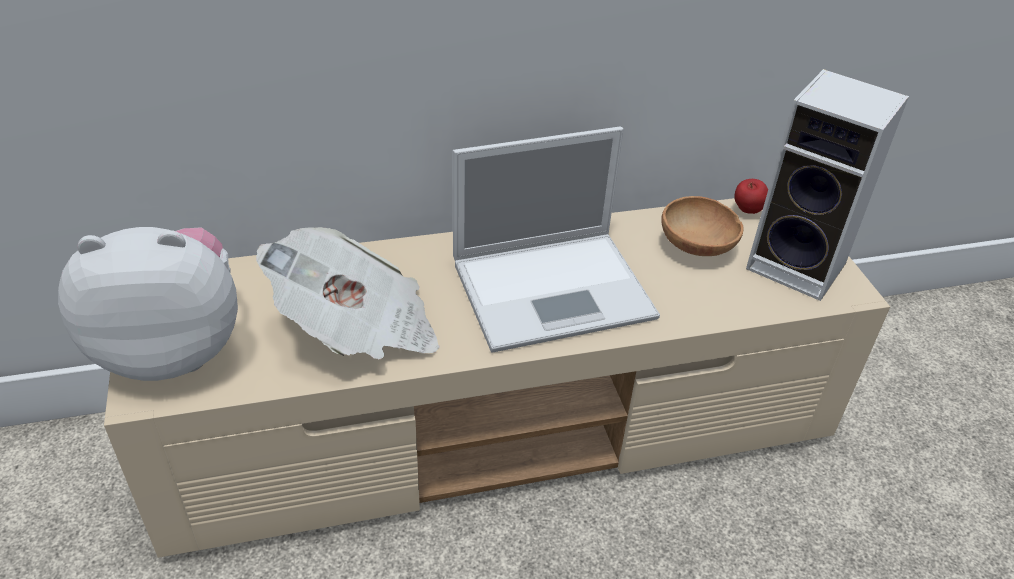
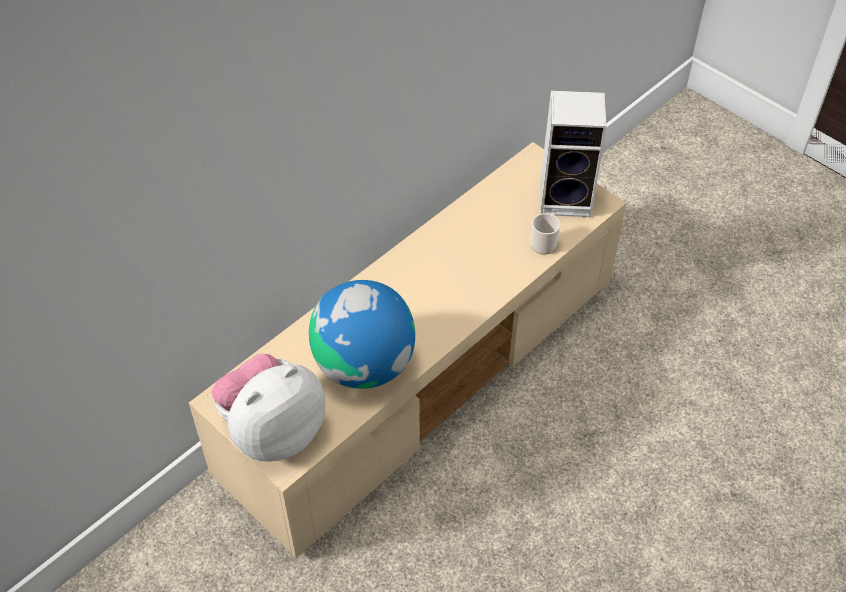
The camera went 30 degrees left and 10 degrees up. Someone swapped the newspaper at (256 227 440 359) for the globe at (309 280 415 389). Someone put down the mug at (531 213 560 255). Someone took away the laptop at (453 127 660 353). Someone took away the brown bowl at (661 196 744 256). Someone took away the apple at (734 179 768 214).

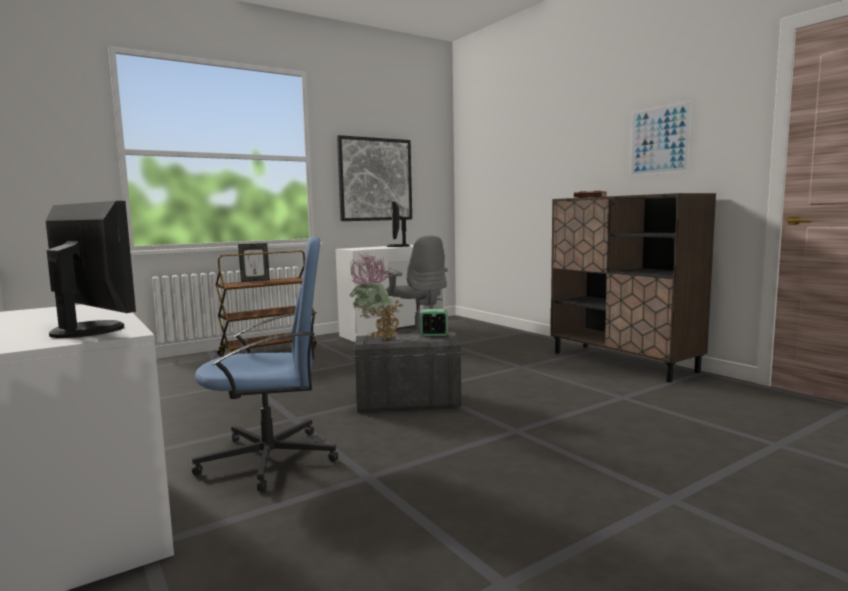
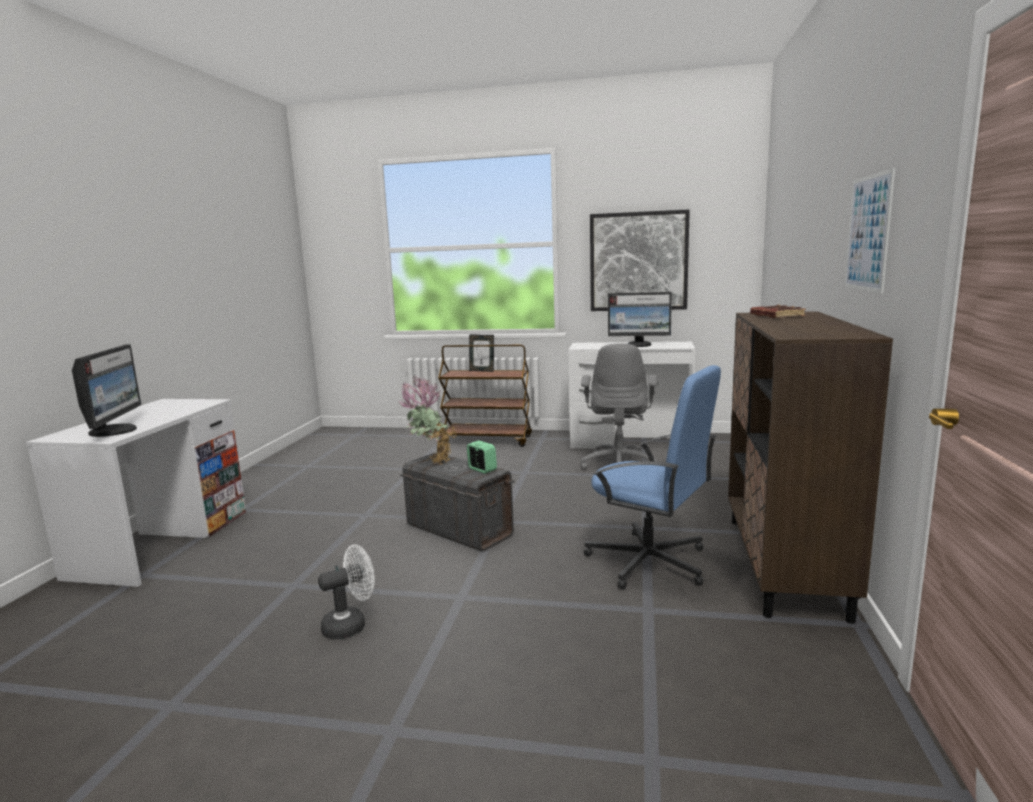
The camera went 45 degrees right and 5 degrees up. Someone put down the white fan at (318 544 375 639). Someone carried the blue office chair from (192 237 338 491) to (583 365 721 590). Someone rotated the monitor at (387 202 410 247) by 120 degrees counterclockwise.

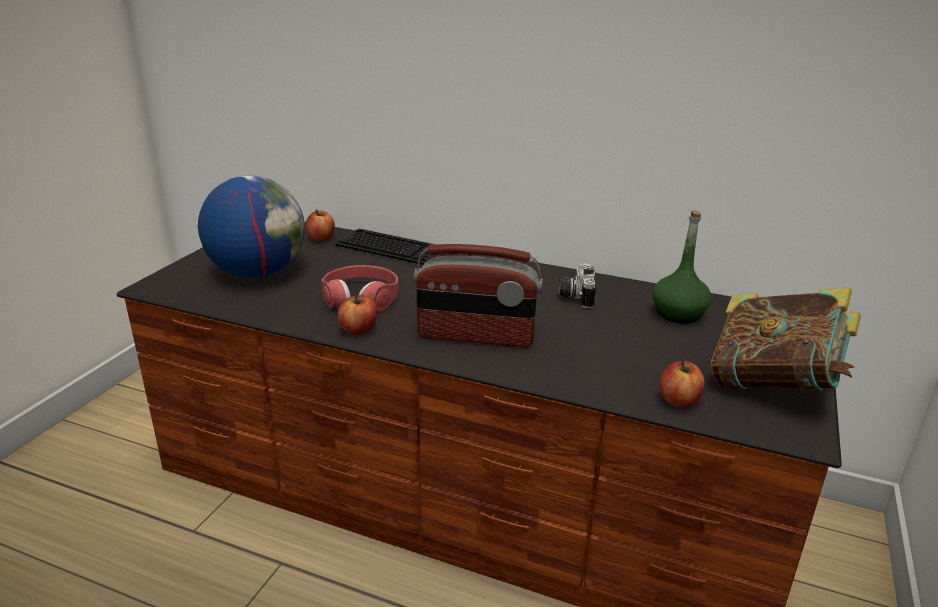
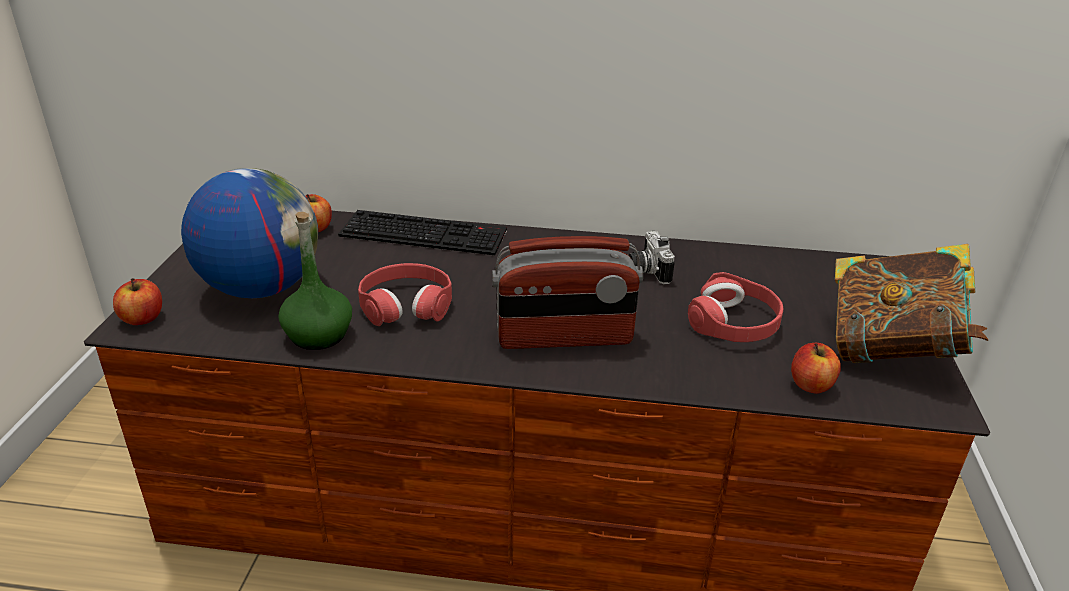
The camera went 15 degrees left and 5 degrees up. Someone carried the apple from (338 294 377 334) to (113 278 162 325). Someone carried the green bottle from (652 210 712 323) to (278 212 352 350). Someone put down the red headphones at (688 272 783 342).

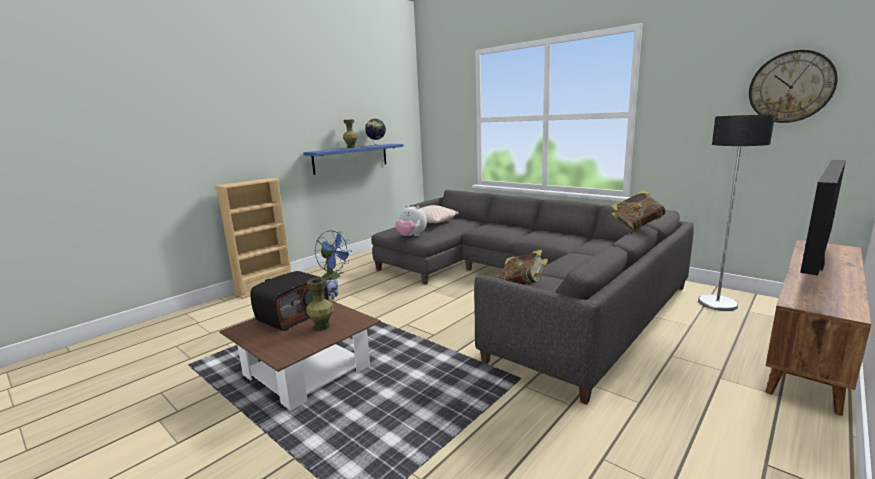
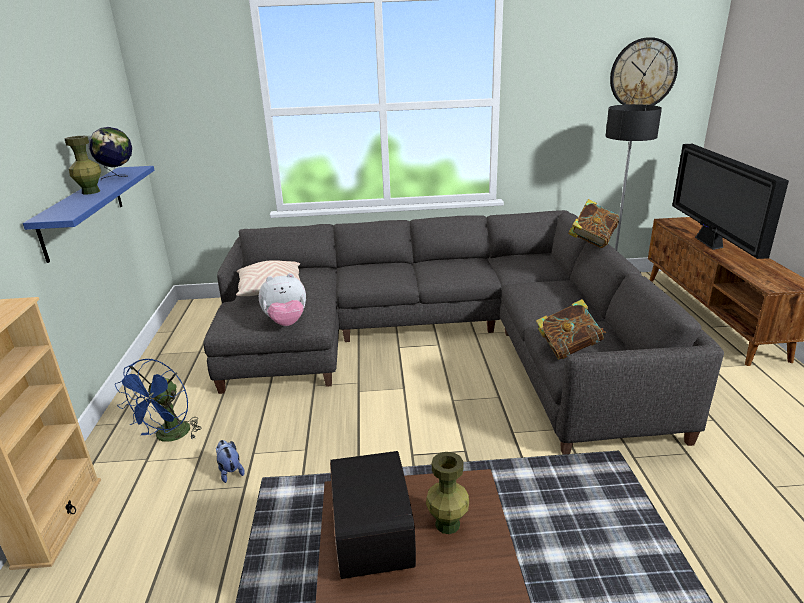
The camera went 45 degrees left and 10 degrees up. Someone rotated the blue fan at (315 231 352 280) by 120 degrees clockwise.

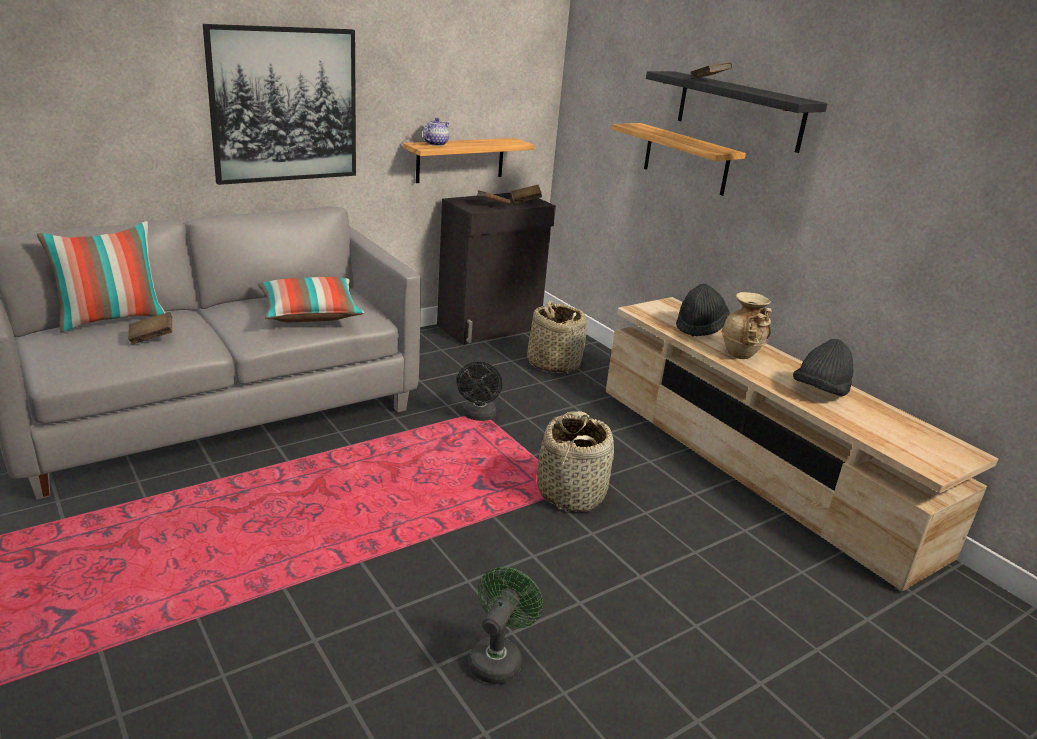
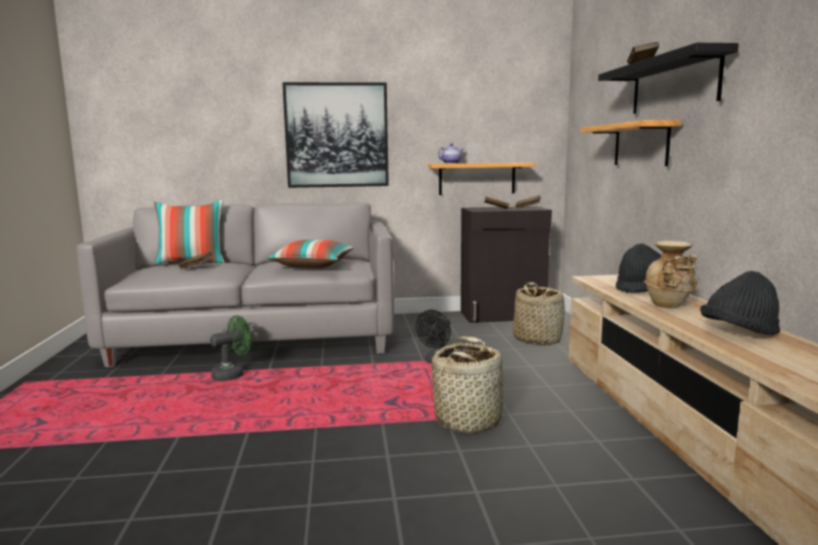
The camera went 30 degrees right and 15 degrees down. Someone carried the green fan from (469 567 543 684) to (210 316 252 381).

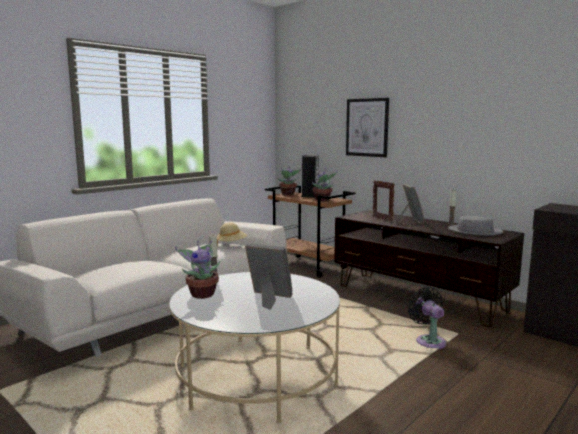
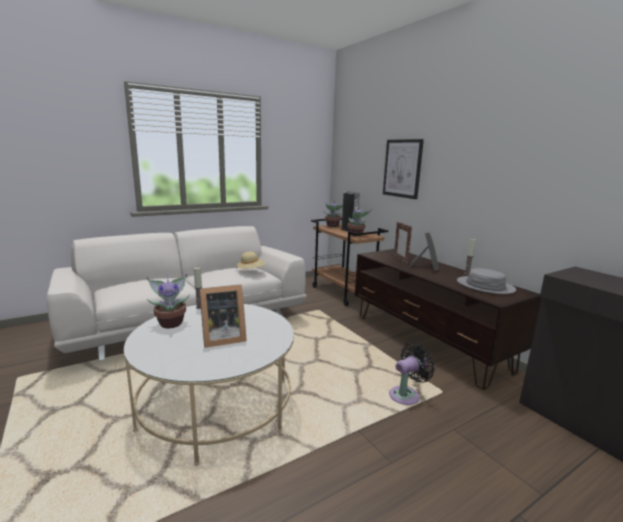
The camera went 15 degrees right and 5 degrees up. Someone rotated the picture frame at (245 243 292 310) by 120 degrees clockwise. Someone rotated the black fan at (408 287 446 349) by 60 degrees clockwise.

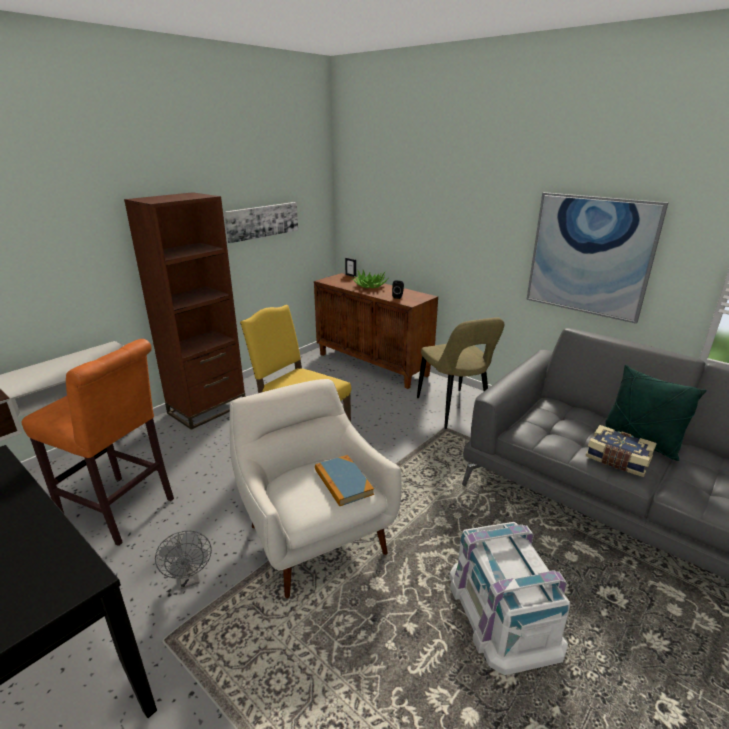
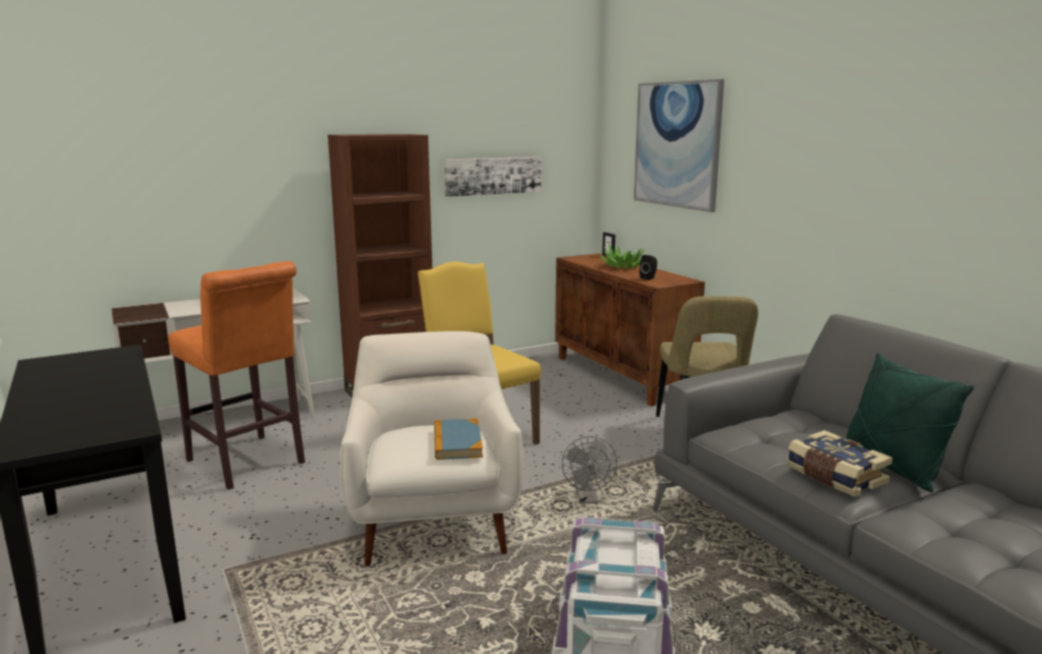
The camera went 20 degrees right and 10 degrees down. Someone carried the grey fan from (155 531 212 589) to (562 436 617 504). Someone carried the picture from (526 192 669 324) to (634 79 724 212).

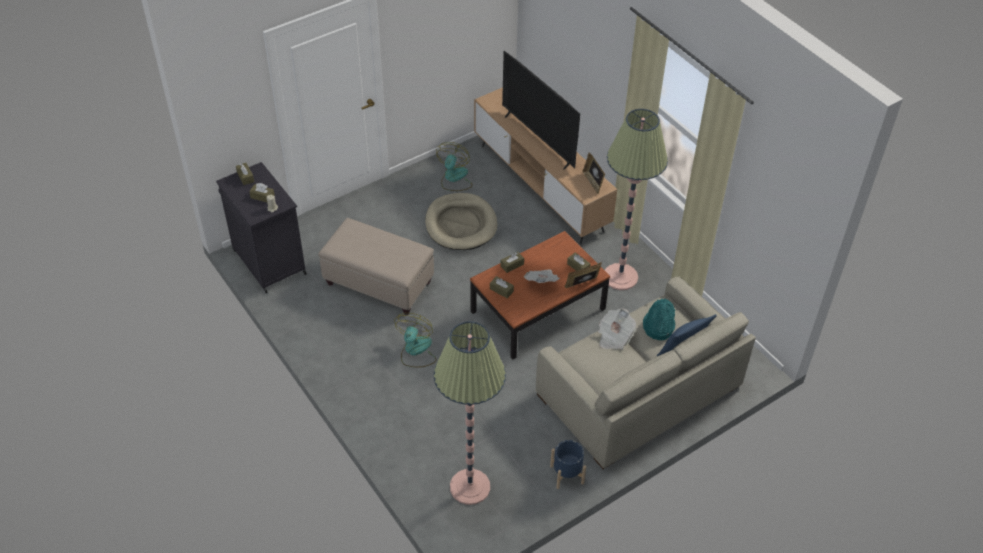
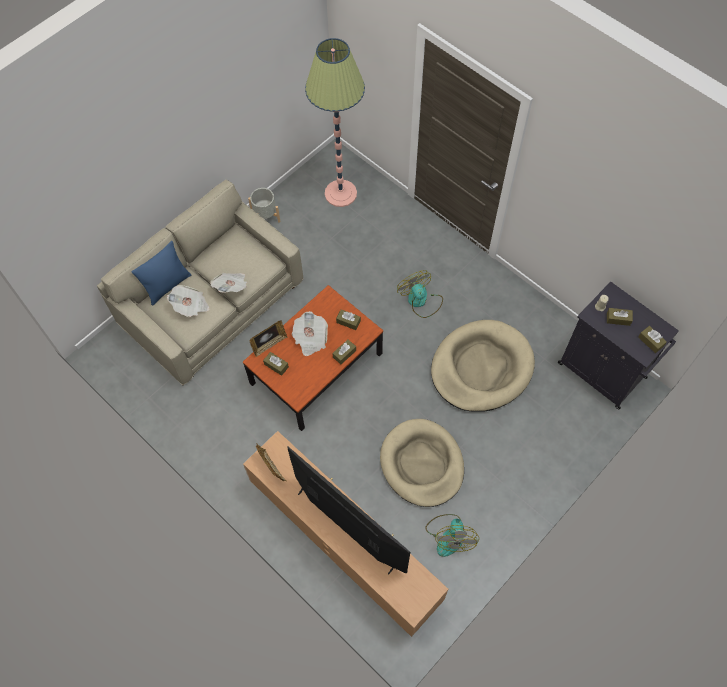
The camera went 170 degrees right and 15 degrees up. Someone swapped the turquoise hat at (643 299 675 341) for the newspaper at (167 285 210 317). Someone repainted the blue planter at (550 440 586 489), which became the grey planter at (248 188 281 223). Someone rotated the fan at (394 313 437 368) by 150 degrees clockwise. Someone swapped the beige ottoman at (318 218 434 315) for the beige dog bed at (431 320 535 412). Someone took away the floor lamp at (605 109 668 290).

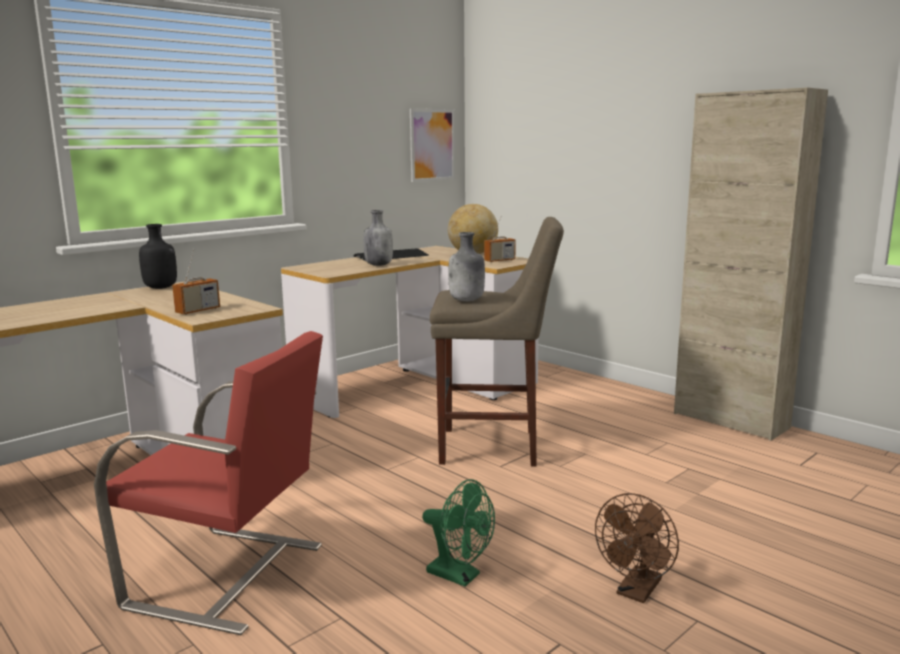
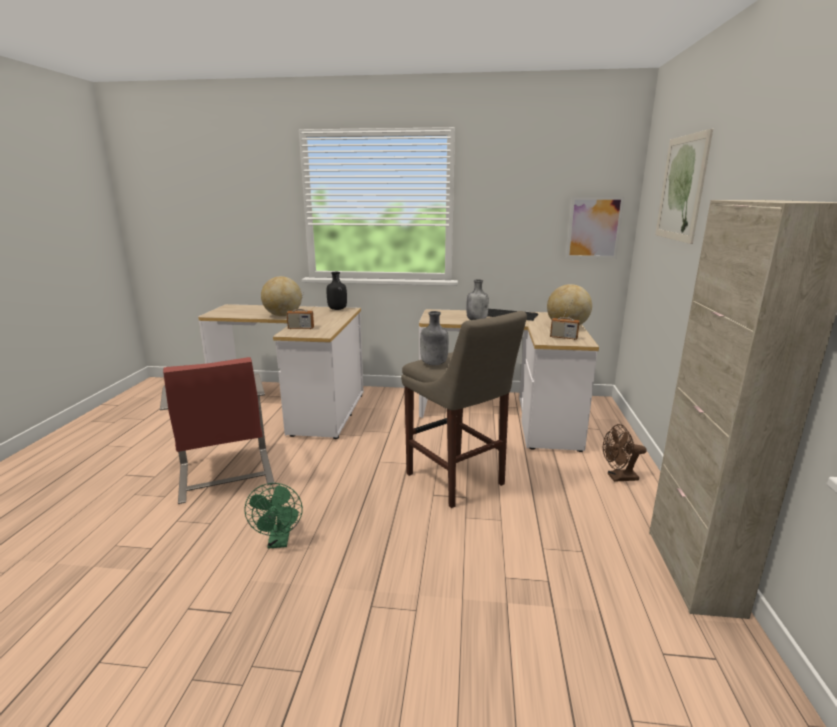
The camera went 50 degrees right and 5 degrees up. Someone put down the globe at (261 276 302 316). Someone carried the brown fan from (595 493 679 603) to (603 424 646 482). Someone put up the picture at (655 129 713 244).

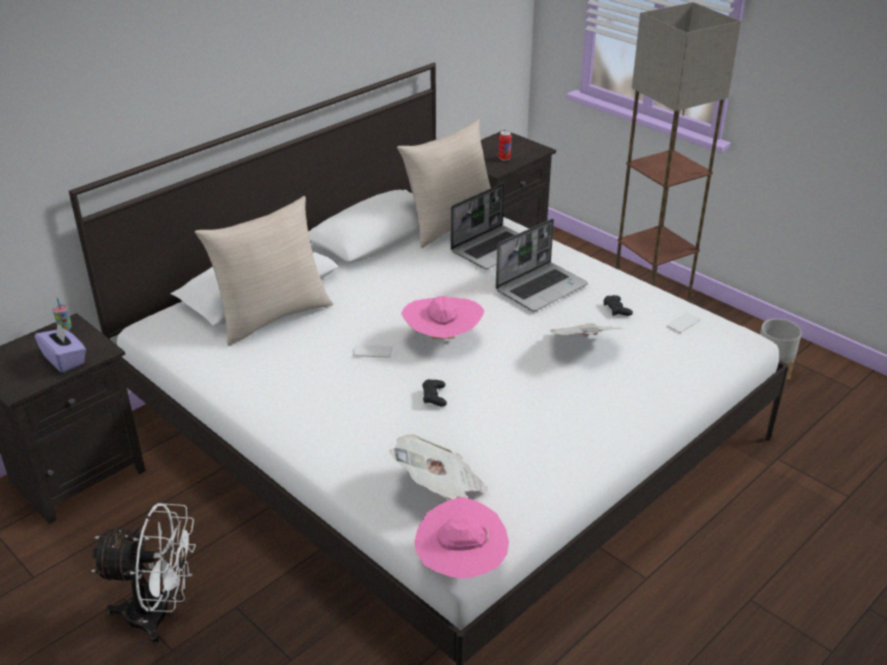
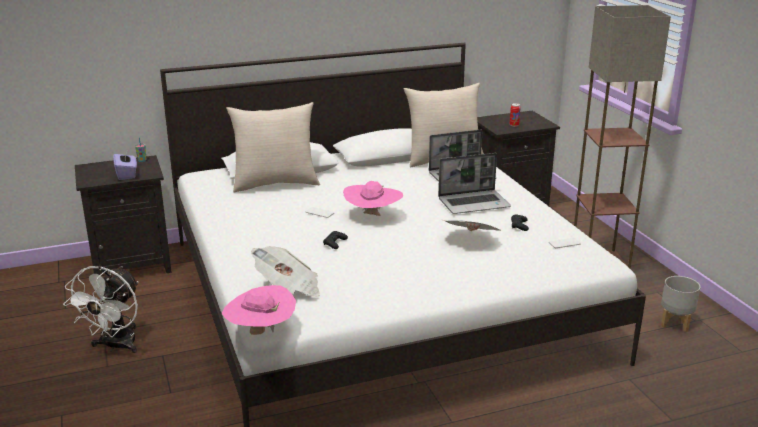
The camera went 25 degrees right and 10 degrees down. Someone rotated the white fan at (91 503 196 644) by 75 degrees clockwise.

